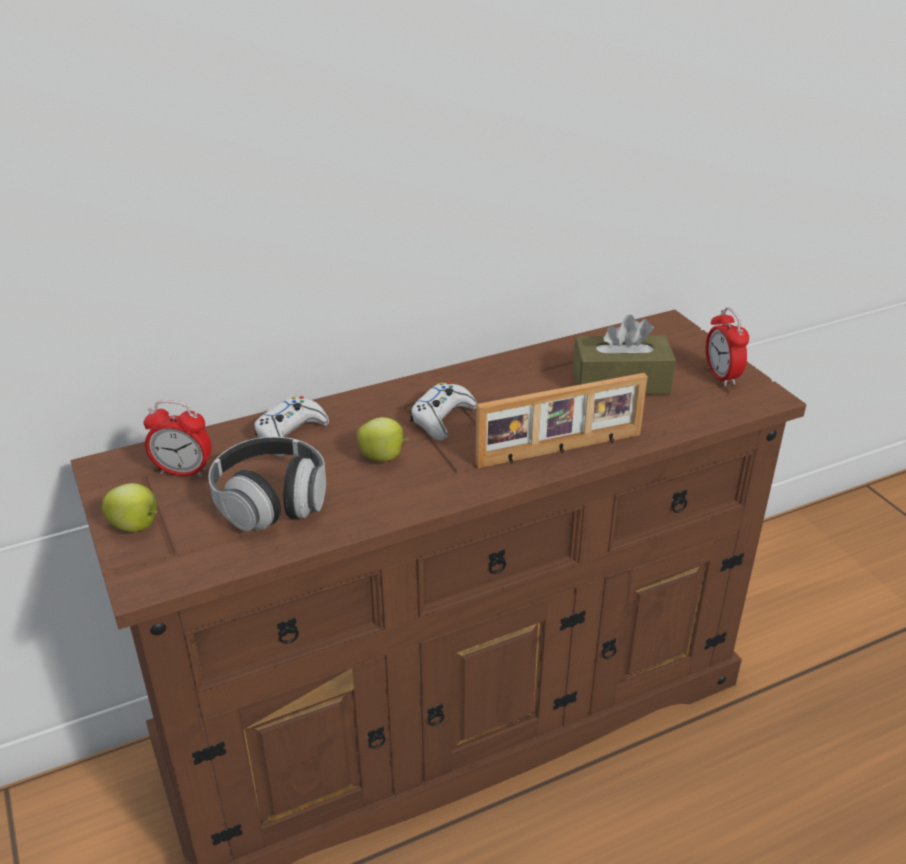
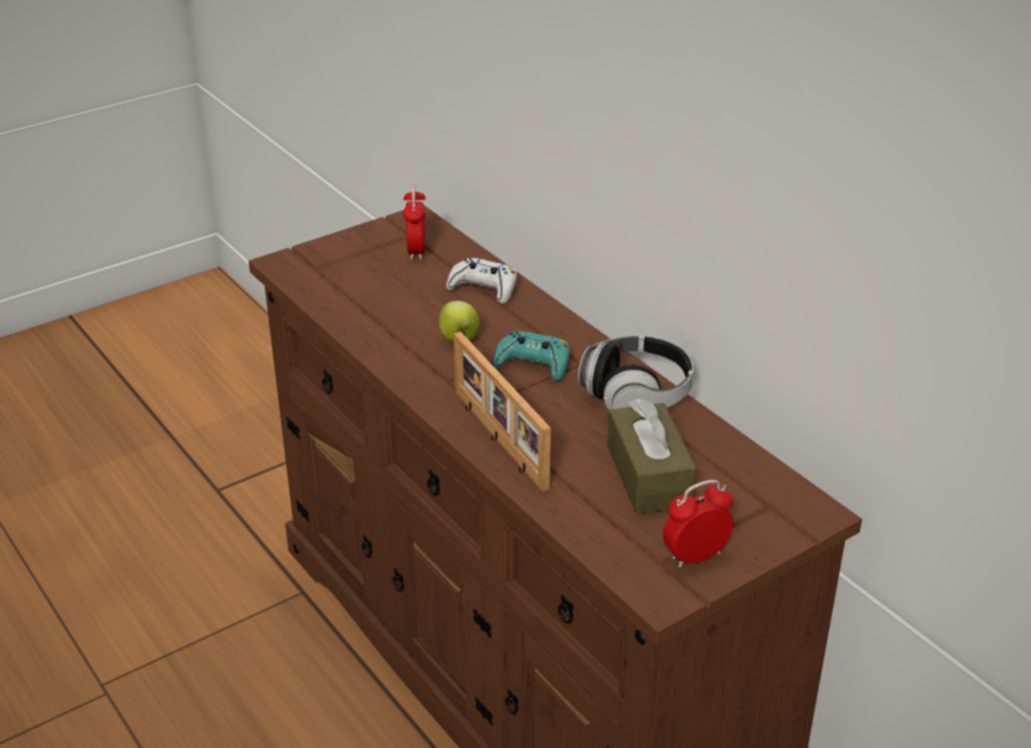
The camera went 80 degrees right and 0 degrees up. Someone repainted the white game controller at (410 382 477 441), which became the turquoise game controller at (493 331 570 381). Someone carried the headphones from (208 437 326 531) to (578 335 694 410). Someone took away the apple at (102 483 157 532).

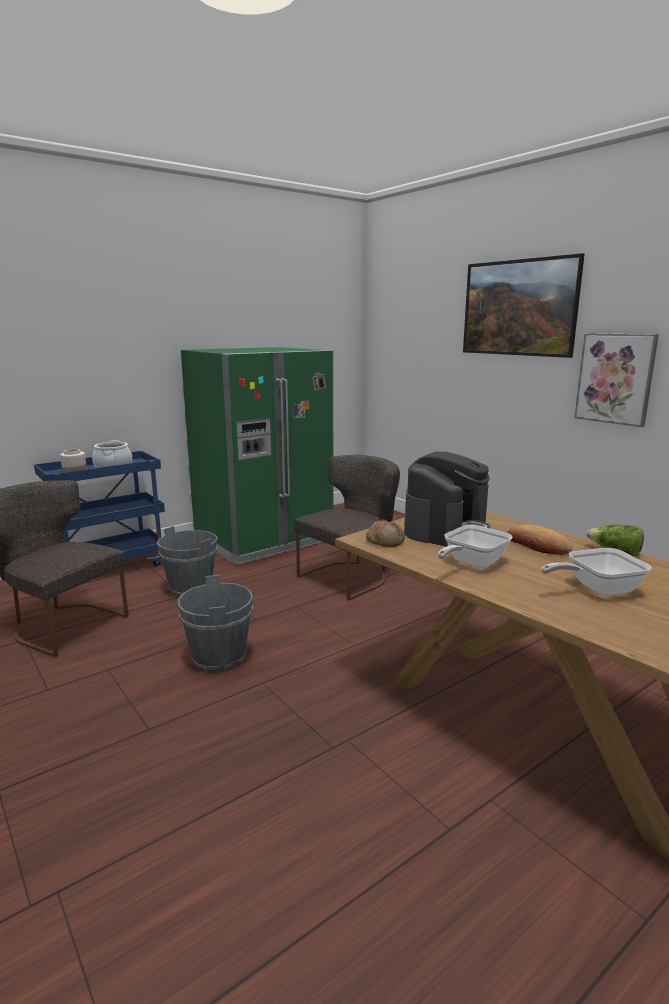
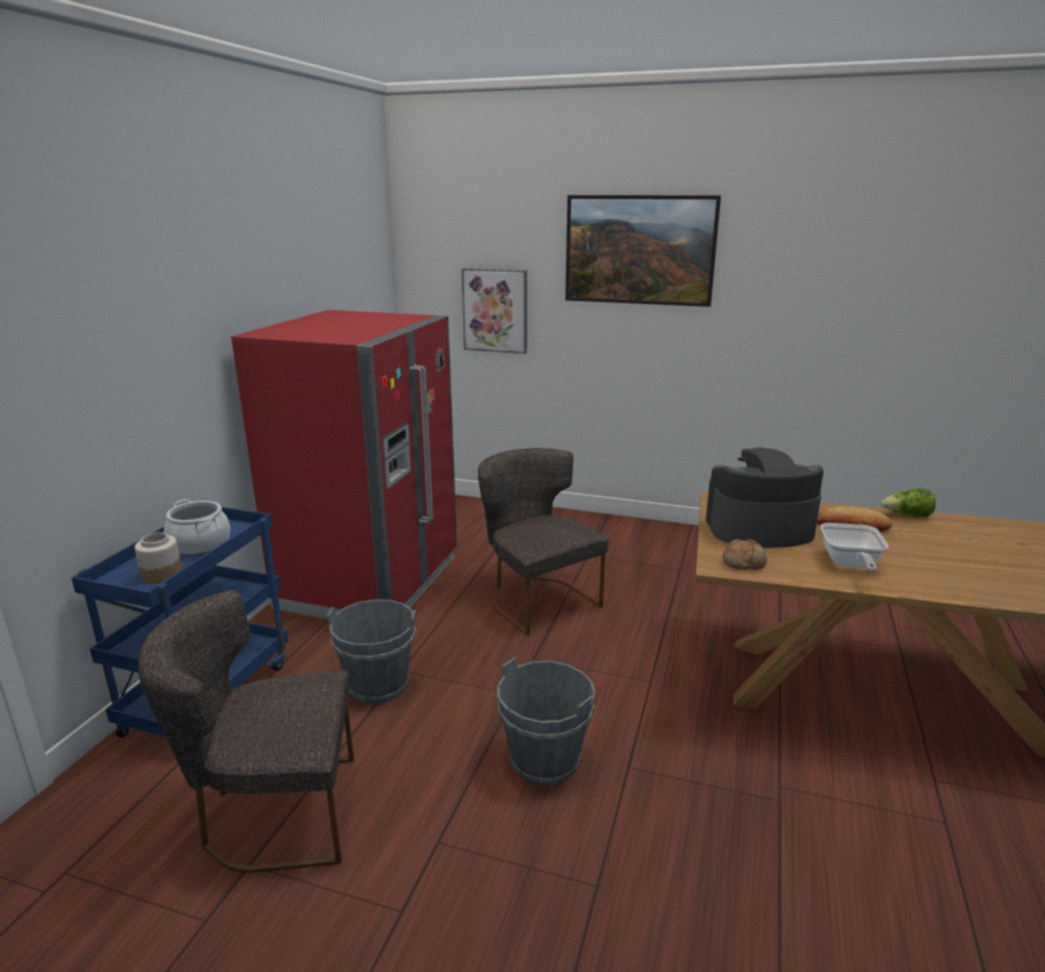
The camera went 35 degrees left and 5 degrees up. Someone repainted the green fridge at (181 347 333 565), which became the red fridge at (231 310 457 620). Someone carried the picture from (574 333 659 427) to (461 268 527 354). Someone rotated the grey chair at (294 455 400 600) by 45 degrees counterclockwise. Someone rotated the coffee machine at (404 451 490 547) by 90 degrees counterclockwise. Someone took away the frying pan at (541 548 651 596).

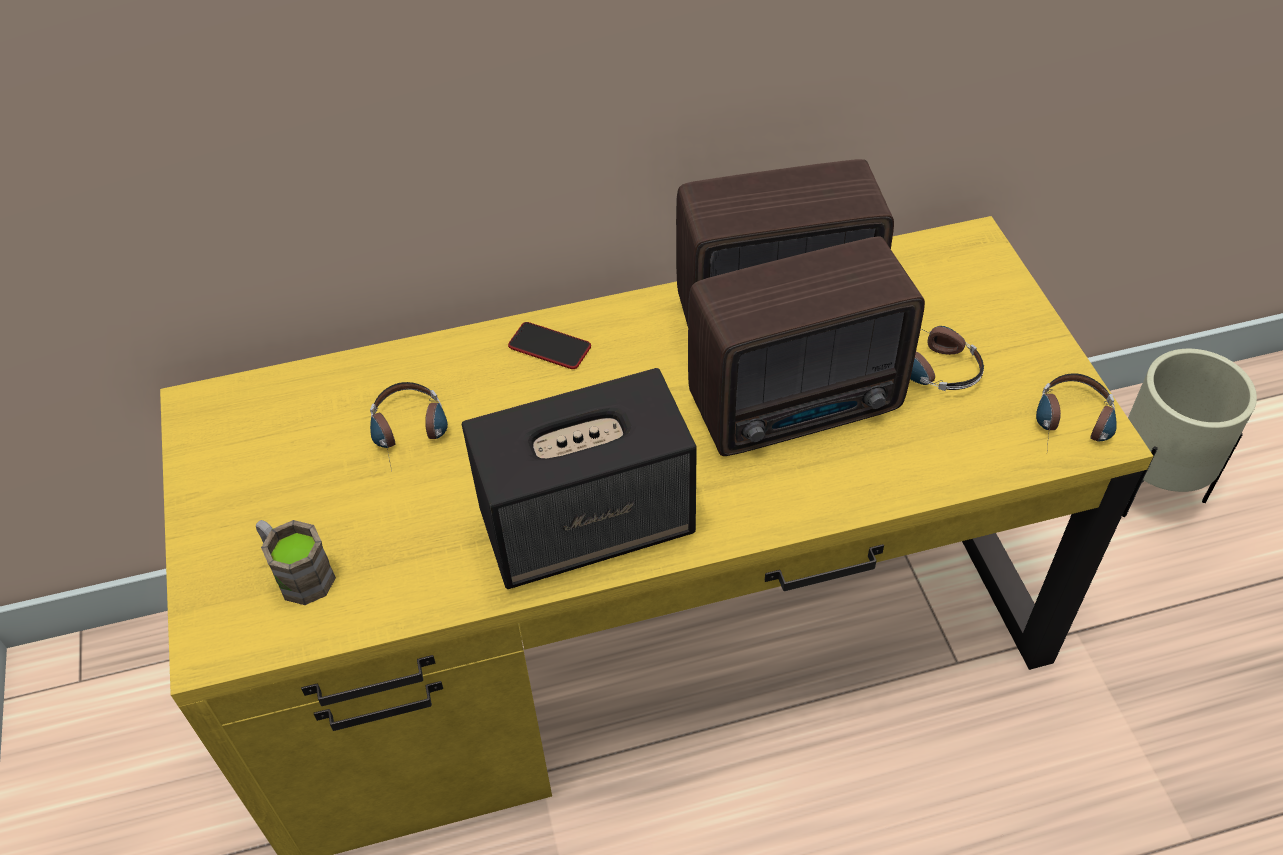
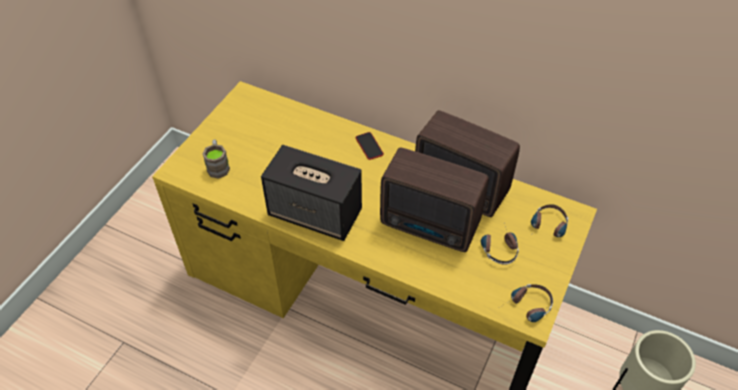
The camera went 40 degrees right and 0 degrees up. Someone carried the headphones from (370 382 448 471) to (530 204 568 238).

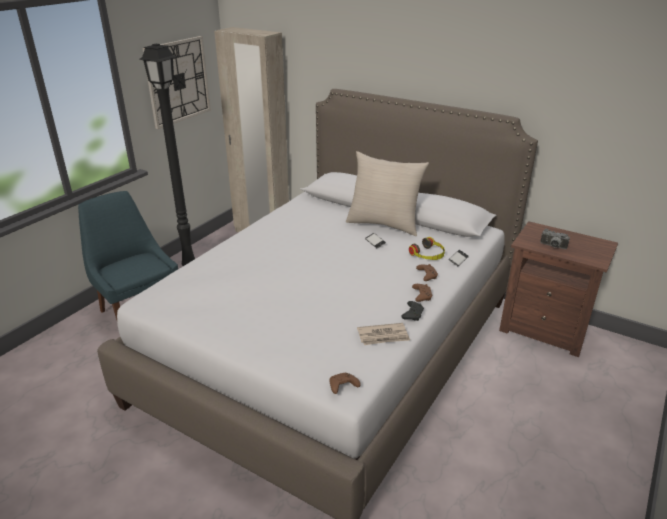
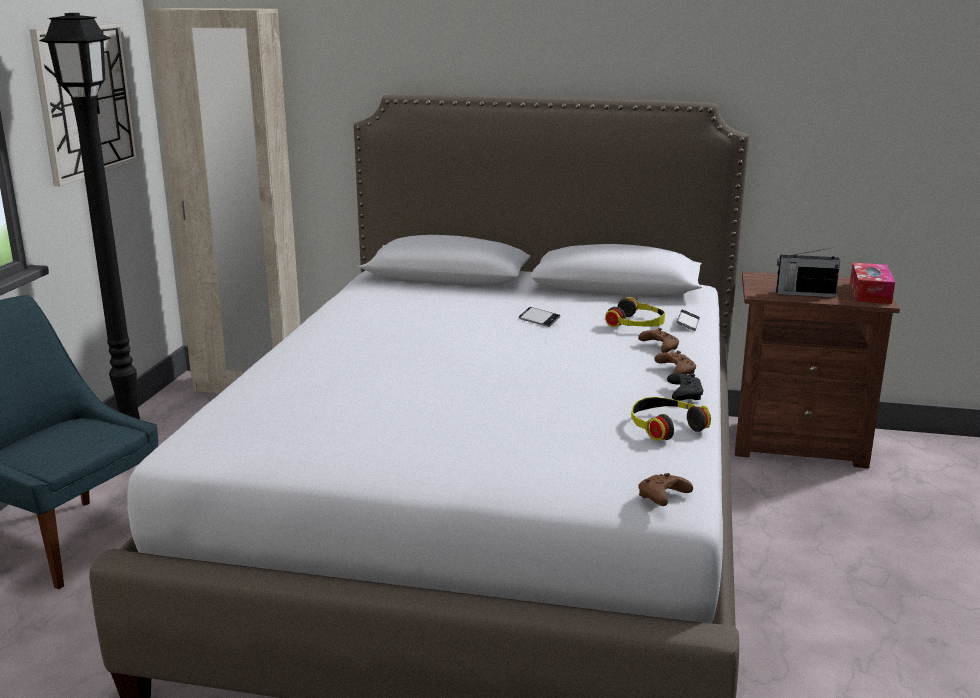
The camera went 20 degrees left and 10 degrees down. Someone swapped the newspaper at (357 323 410 345) for the headphones at (631 397 711 441). Someone swapped the photo camera at (540 229 570 249) for the radio at (776 248 840 298). Someone put down the tissue box at (850 263 895 304). Someone took away the beige pillow at (346 151 429 236).

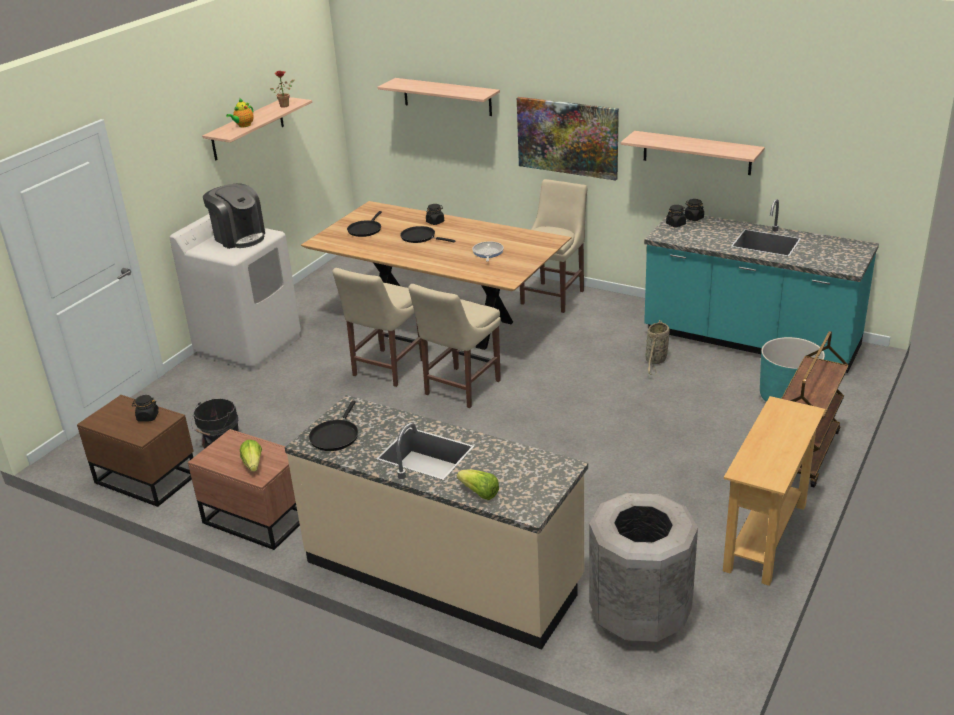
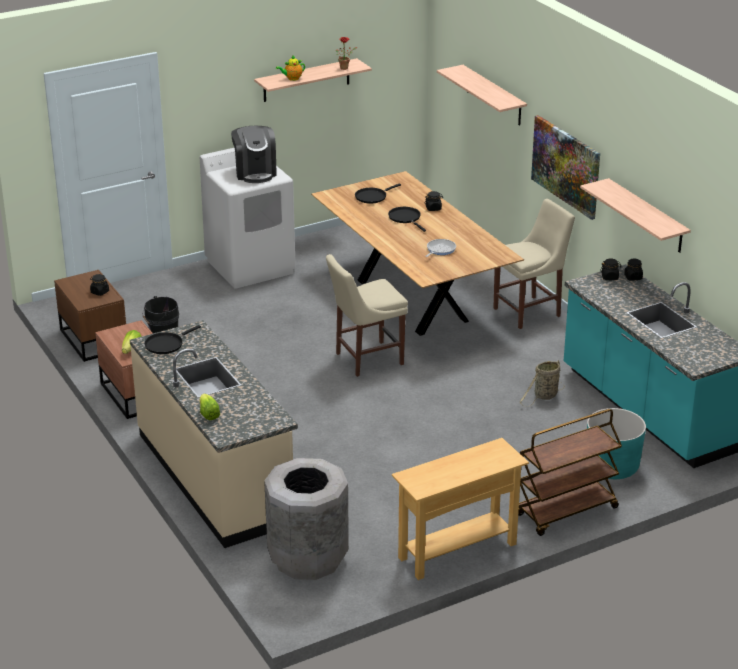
The camera went 30 degrees right and 0 degrees up. Someone took away the beige chair at (332 268 422 387).

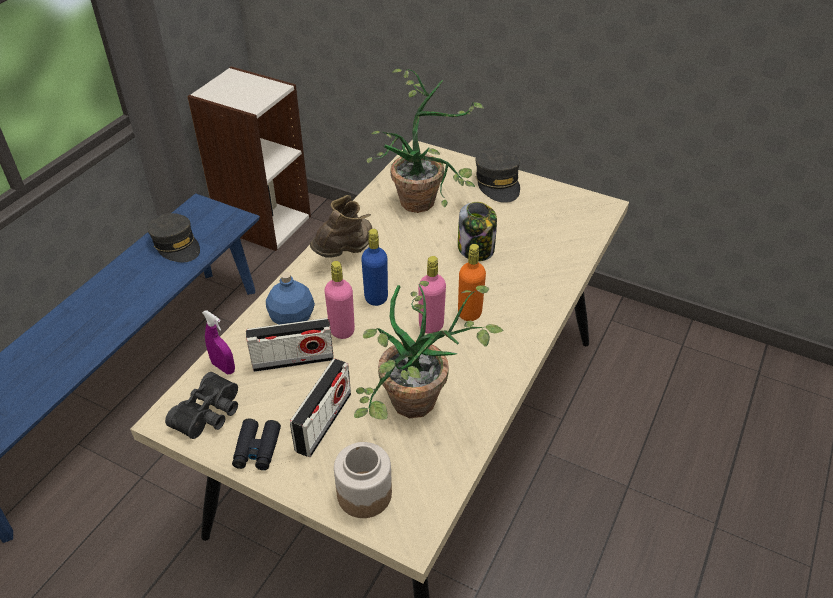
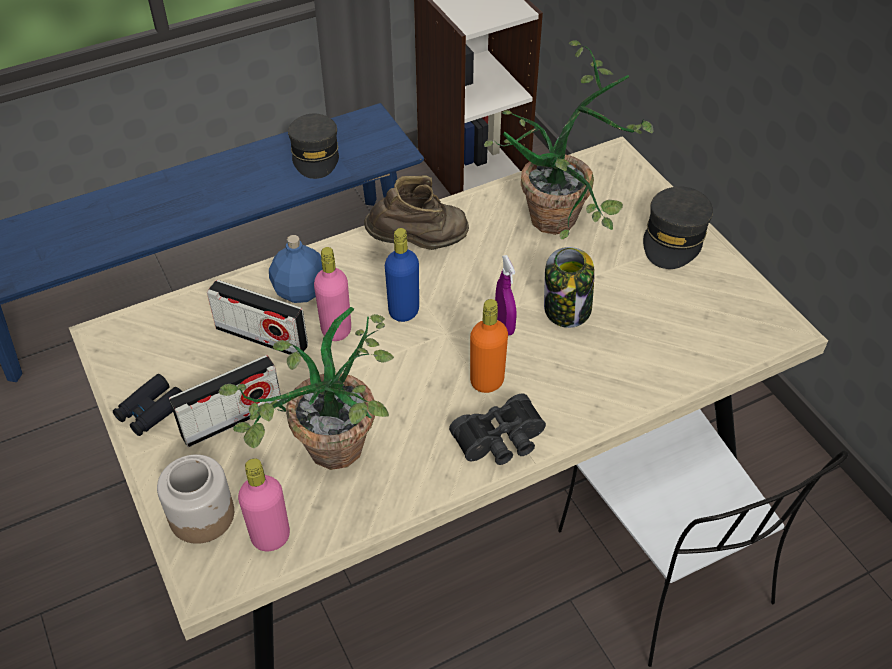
The camera went 35 degrees right and 5 degrees up. Someone carried the pink bottle from (418 256 446 334) to (238 458 290 551). Someone carried the black binoculars from (165 372 238 439) to (449 394 546 465). Someone carried the purple spray bottle from (202 310 235 374) to (495 255 517 336). Someone put down the white chair at (558 409 848 667).

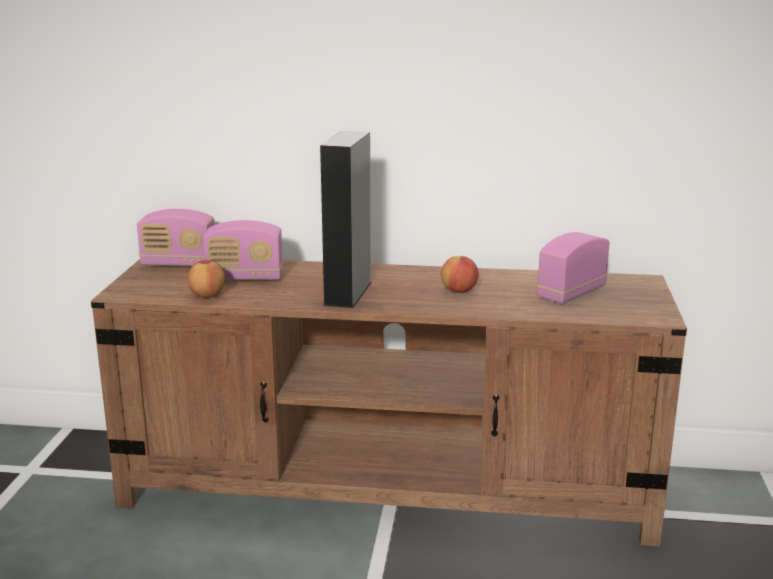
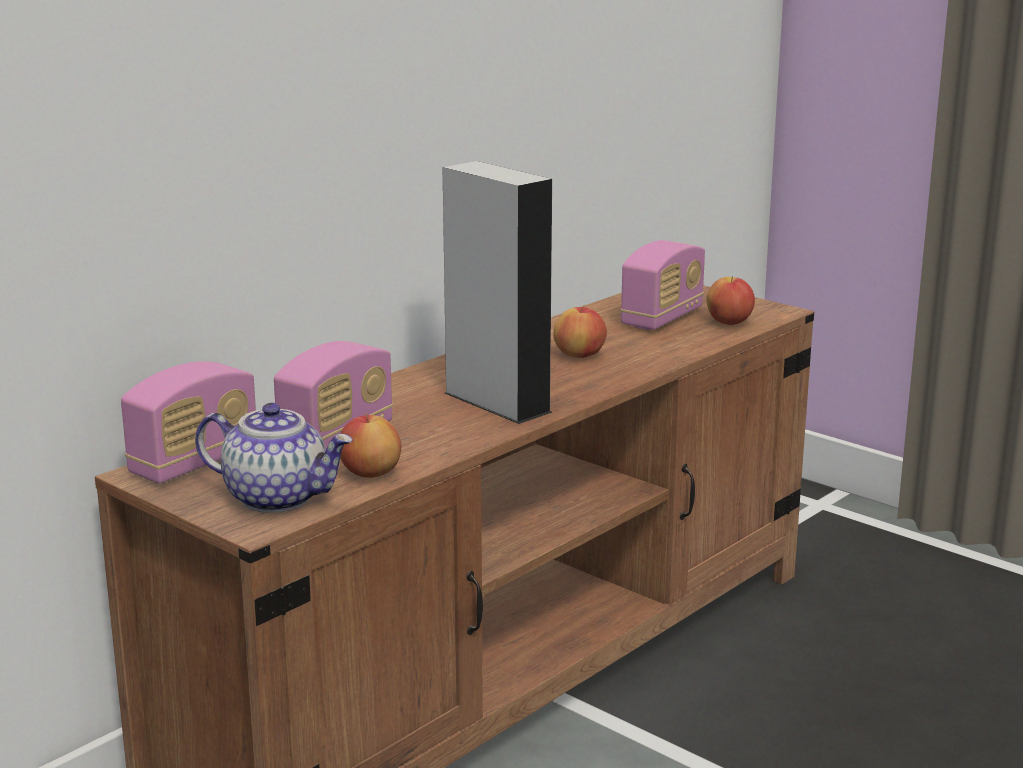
The camera went 55 degrees left and 0 degrees up. Someone put down the teapot at (195 403 353 513). Someone rotated the radio at (537 232 610 303) by 135 degrees counterclockwise. Someone put down the apple at (706 276 755 325).

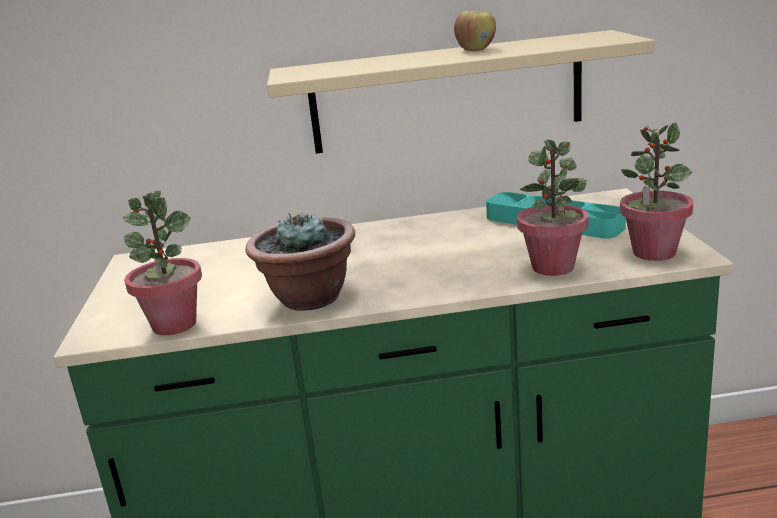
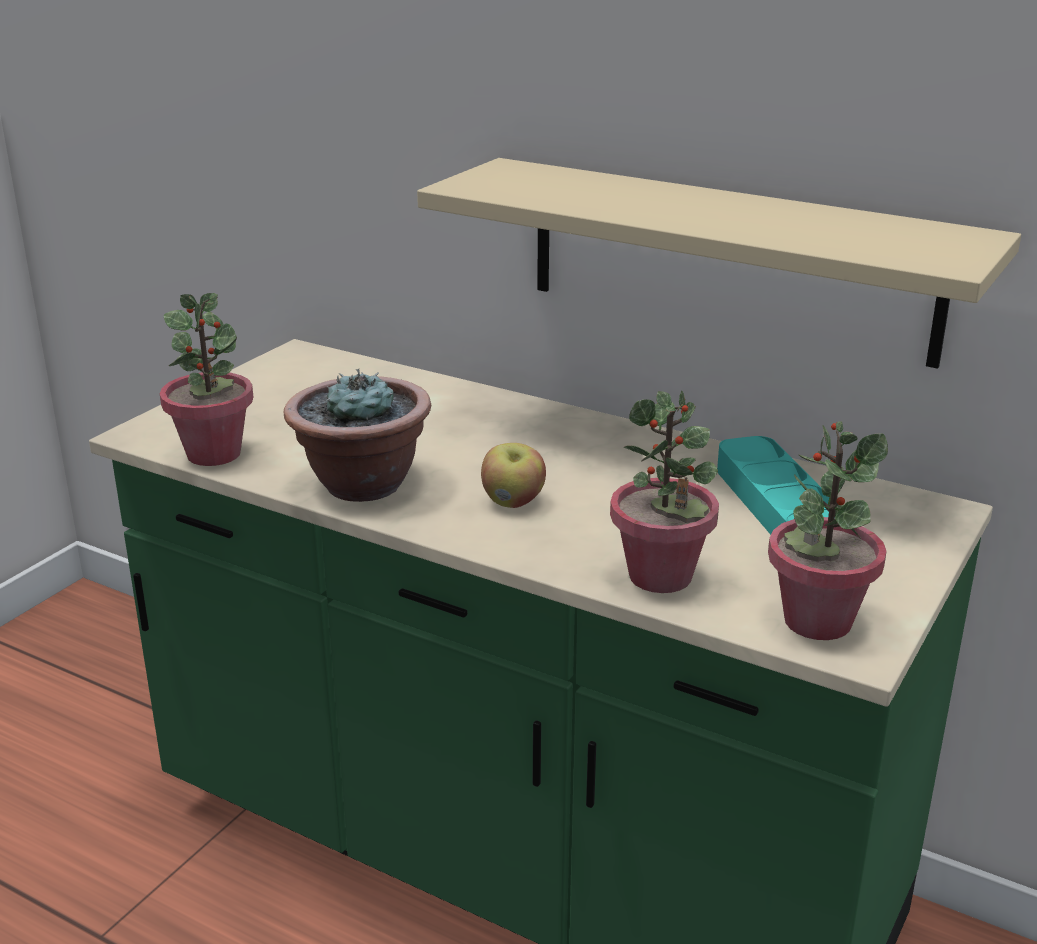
The camera went 35 degrees right and 5 degrees up. Someone carried the apple from (454 11 496 51) to (481 443 546 508).

